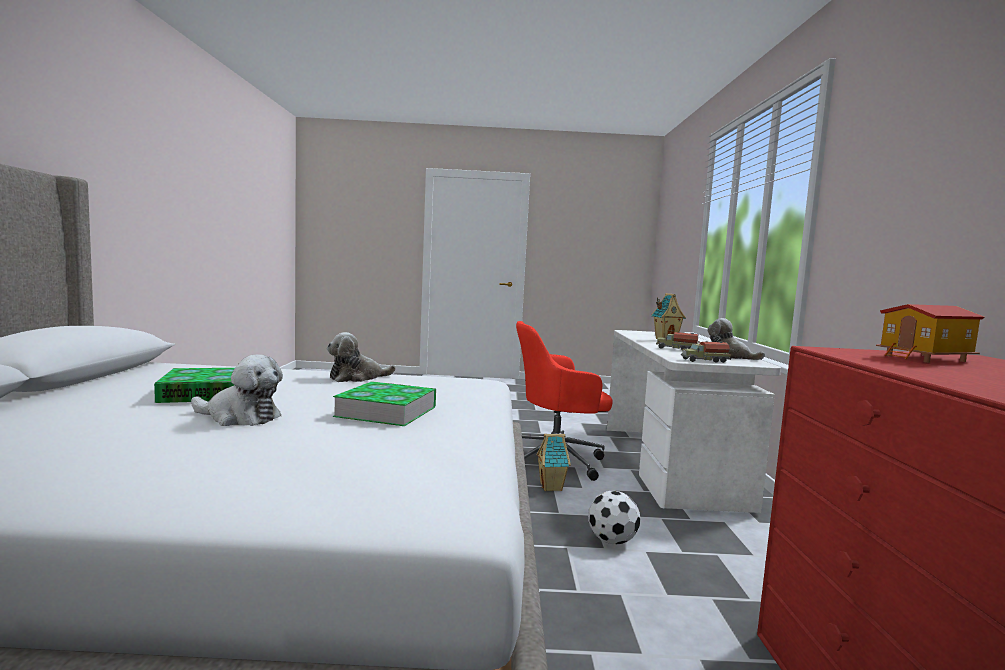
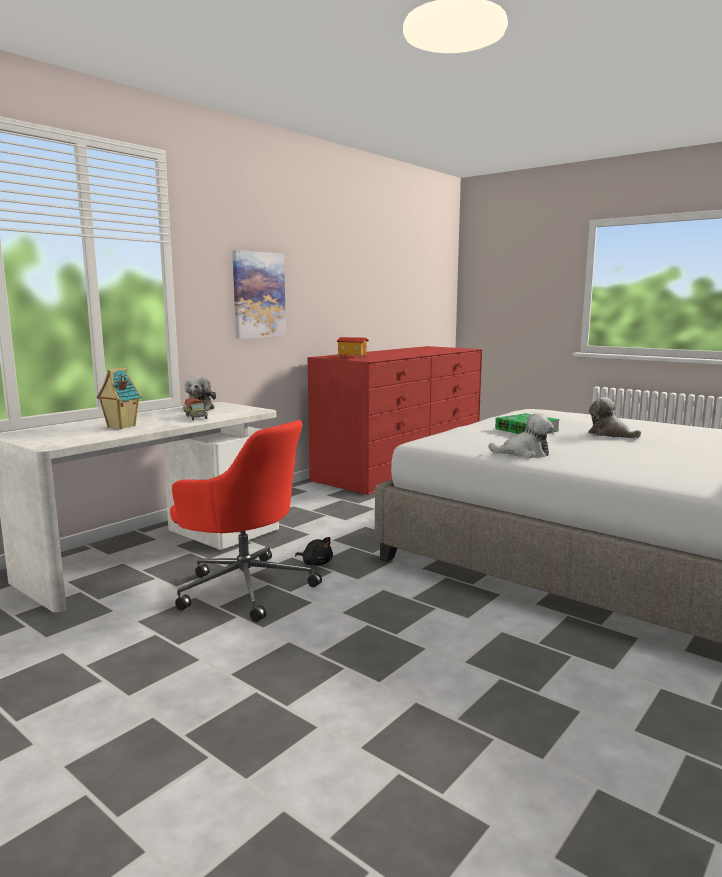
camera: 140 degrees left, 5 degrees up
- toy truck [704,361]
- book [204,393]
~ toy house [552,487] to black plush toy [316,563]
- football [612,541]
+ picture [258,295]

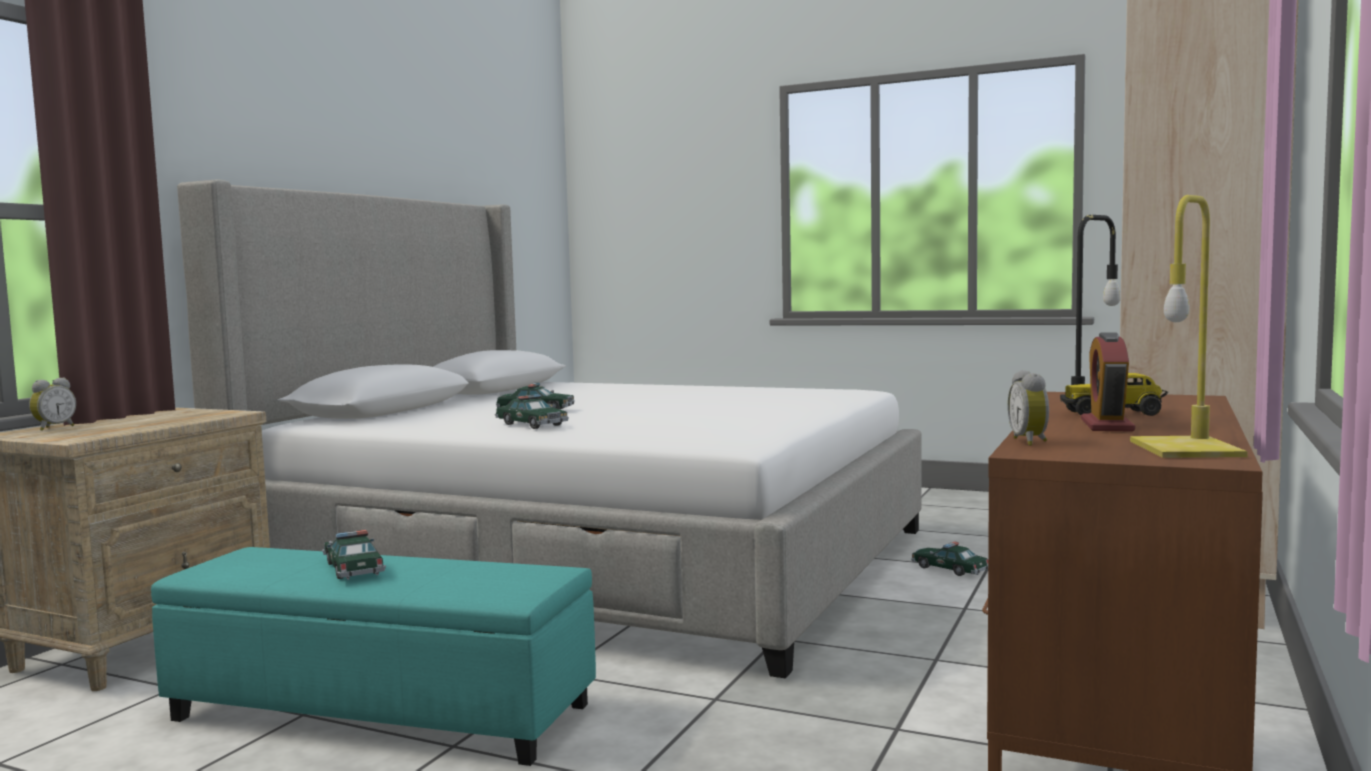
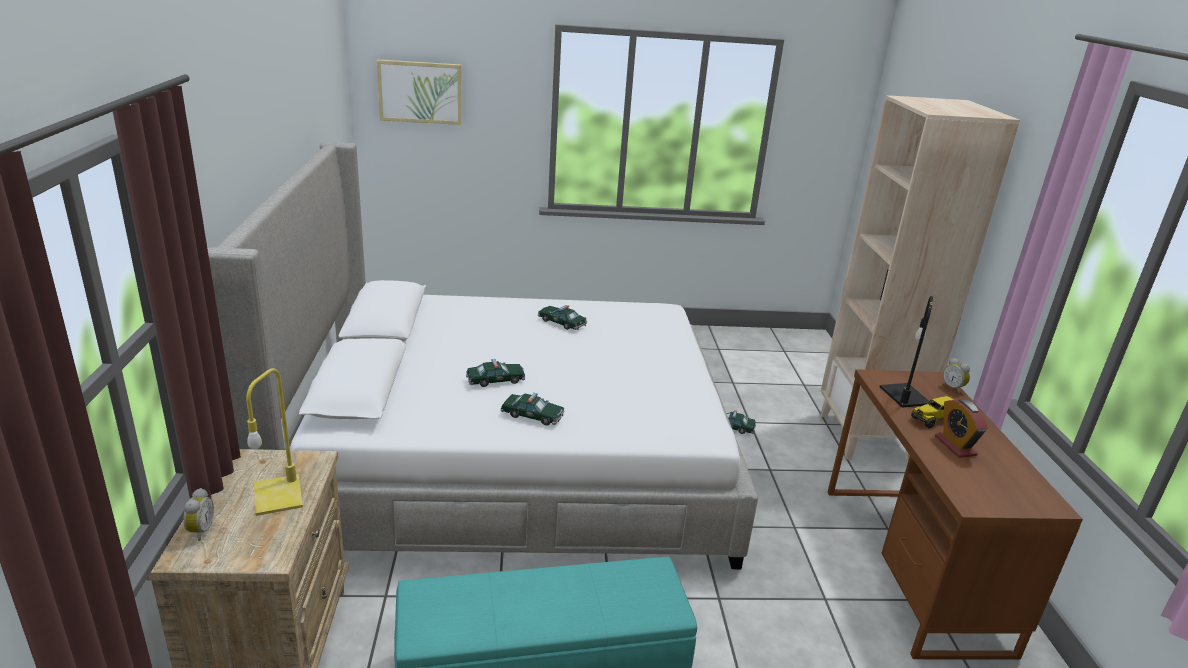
camera: 30 degrees left, 20 degrees up
~ yellow table lamp [1183,448] to [277,494]
~ alarm clock [1031,442] to [953,388]
~ toy car [353,569] to [561,323]
+ picture [420,92]

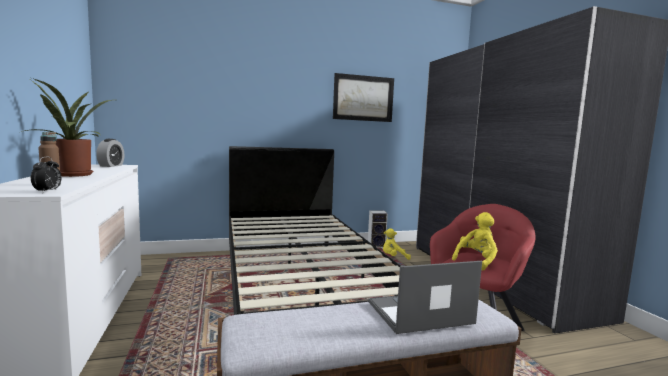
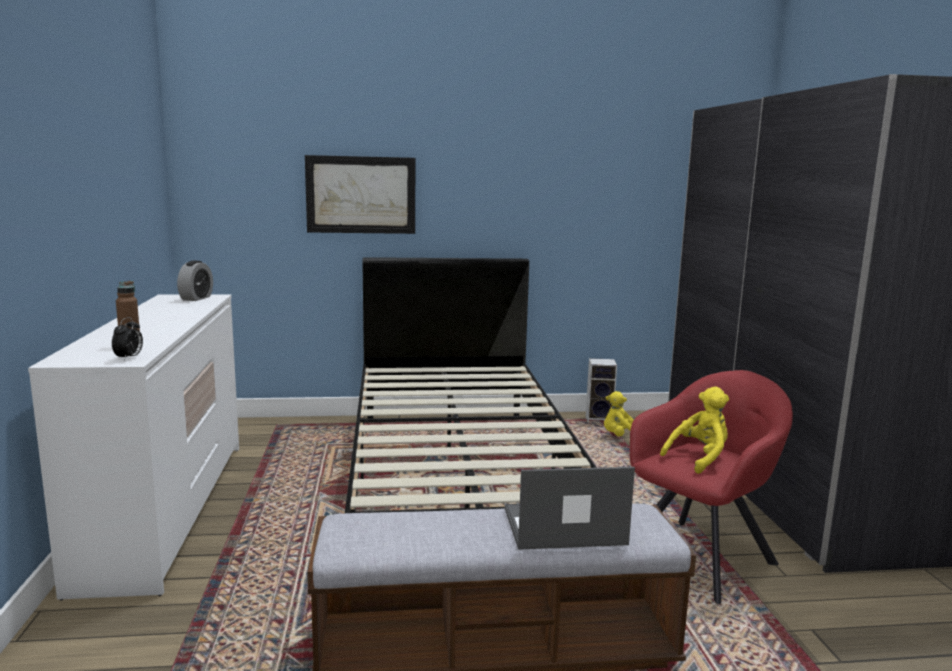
camera: 10 degrees right, 5 degrees up
~ picture [363,98] to [361,195]
- potted plant [75,175]

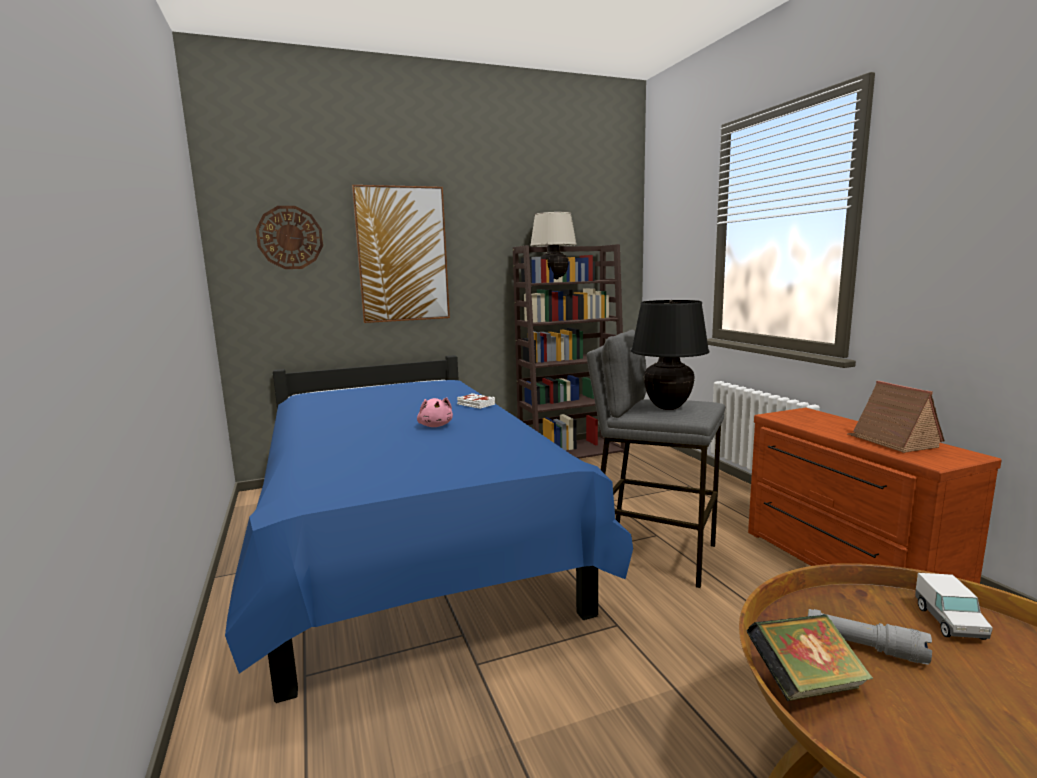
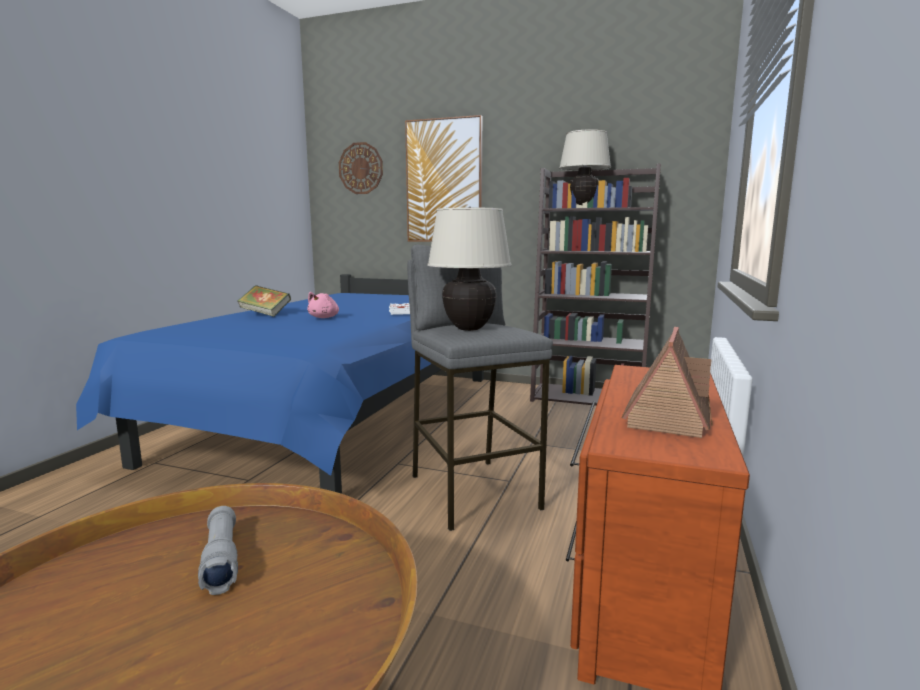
camera: 40 degrees right, 0 degrees up
~ black table lamp [667,407] to beige table lamp [469,328]
- toy truck [949,622]
~ book [805,684] to [265,314]

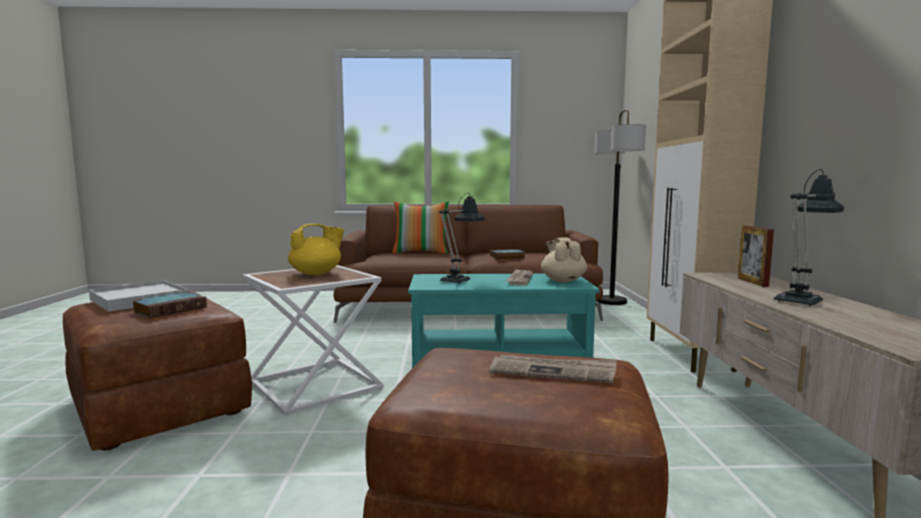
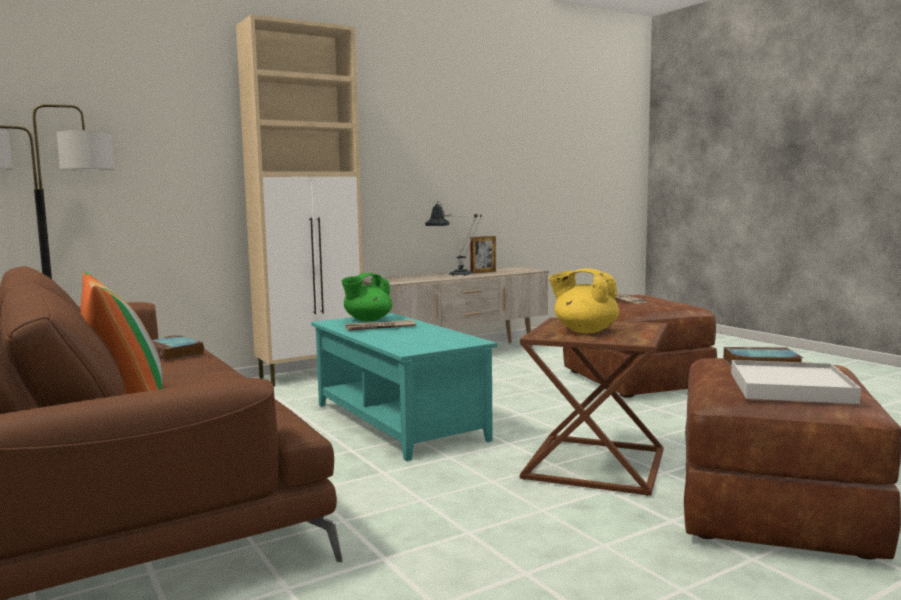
camera: 120 degrees left, 0 degrees up
- table lamp [458,280]
~ picture frame [752,282] to [483,272]
~ beige teapot [562,280] to green teapot [367,320]
~ white side table [318,385] to brown side table [593,464]

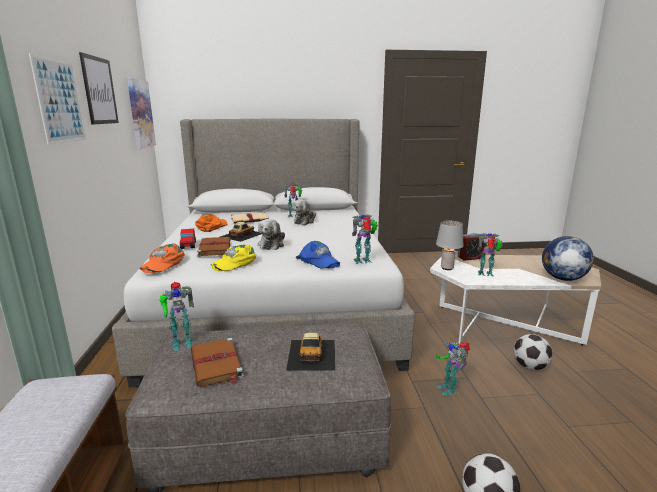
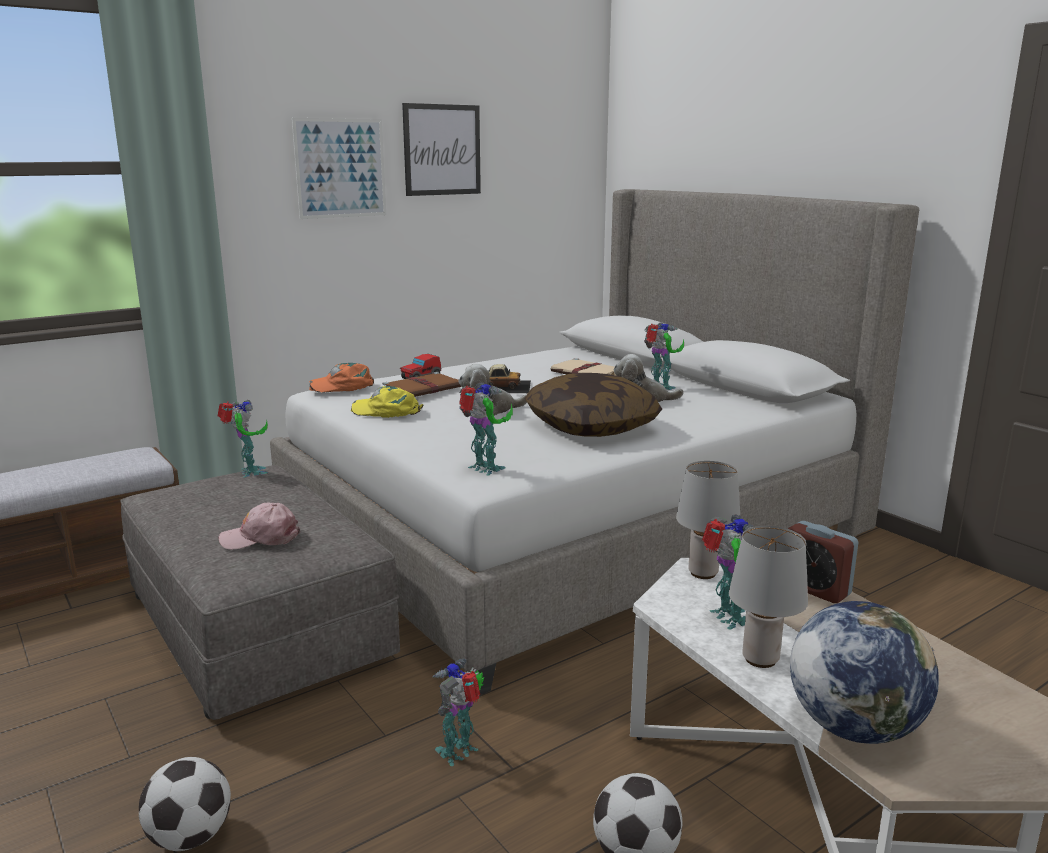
camera: 60 degrees right, 0 degrees up
- picture [140,114]
- orange cap [212,227]
- blue cap [319,261]
~ toy robot [181,342] = [249,472] 150 degrees counterclockwise
~ toy car [312,354] to pink cap [260,537]
- brown book [216,364]
+ pillow [591,426]
+ grey table lamp [761,659]

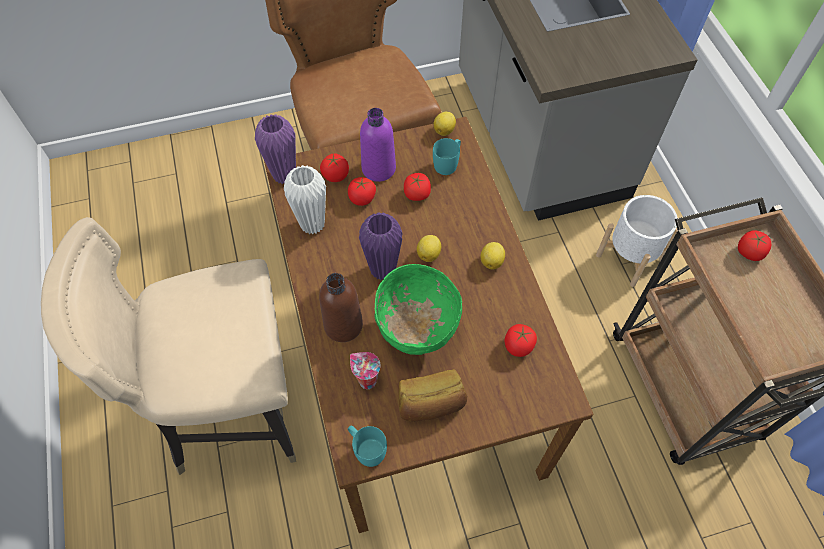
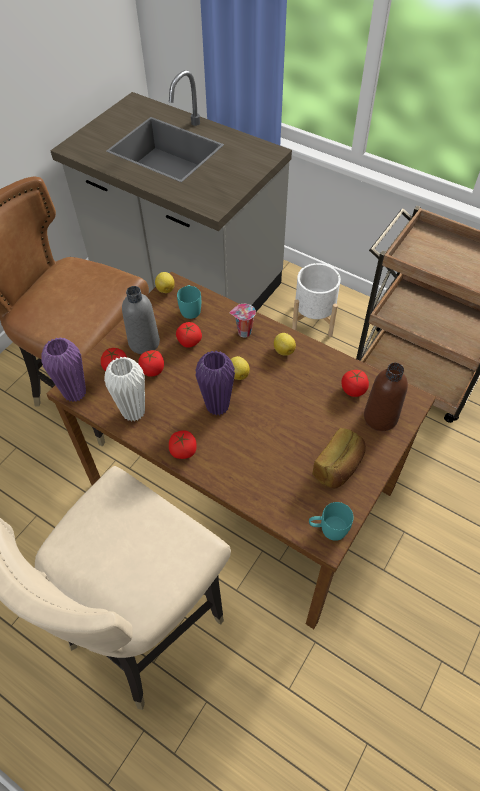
camera: 40 degrees left, 5 degrees down
~ purple bottle [378,168] to grey bottle [144,342]
~ tomato [749,252] to [183,450]
- green bowl [417,333]
~ brown bottle [343,325] to [380,417]
~ cup [366,381] to [243,333]

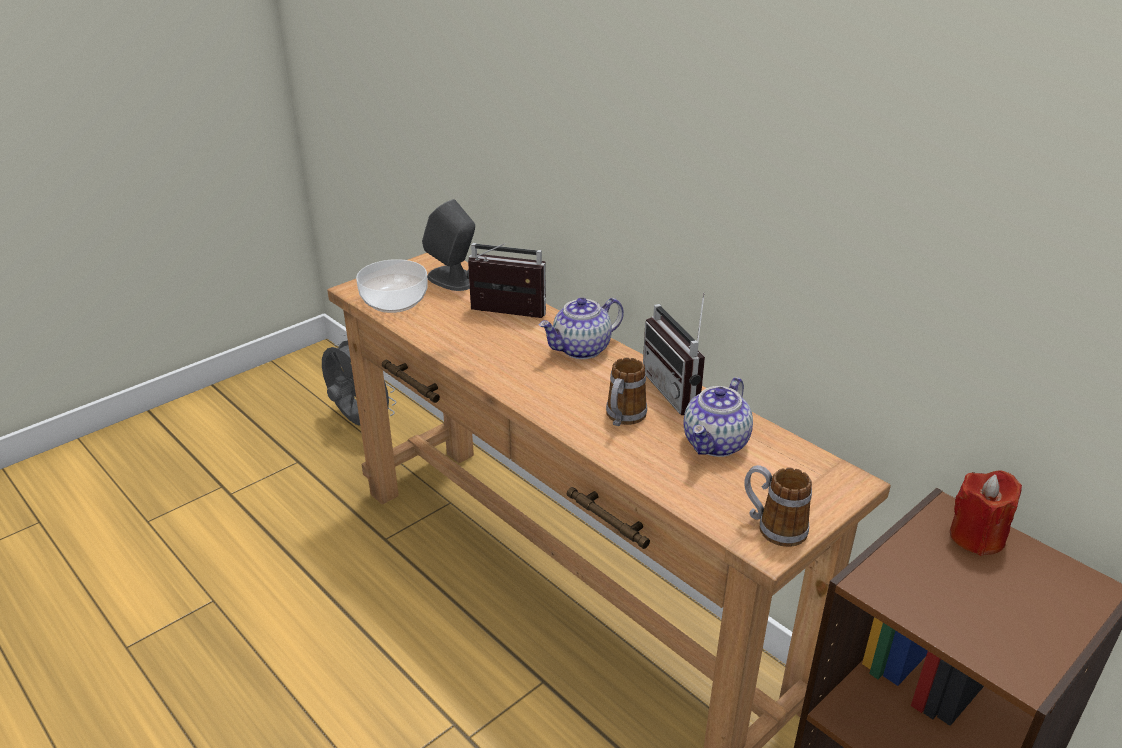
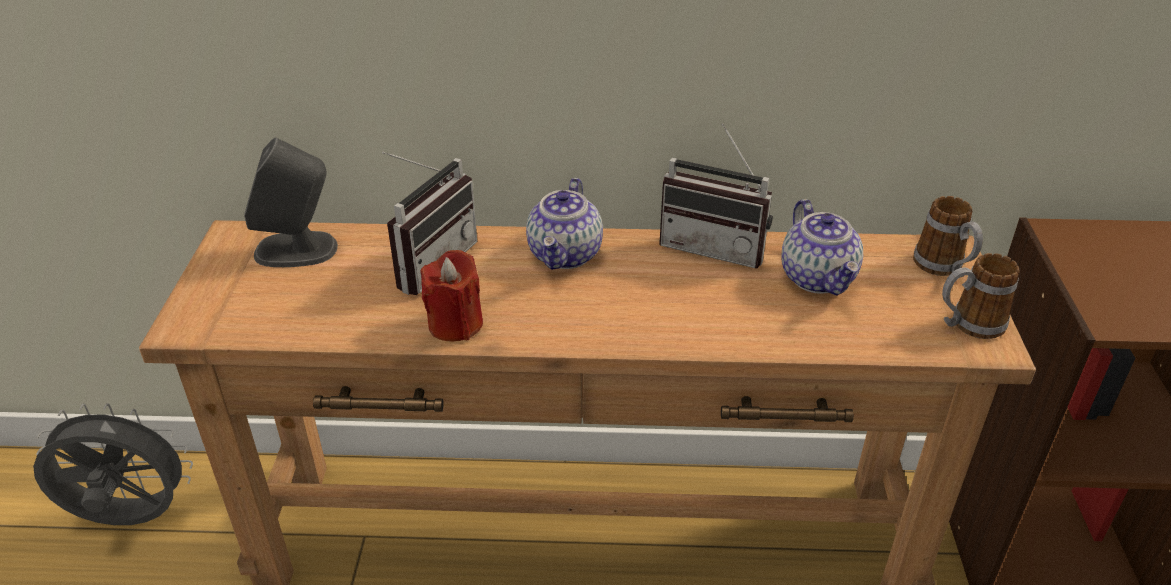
camera: 45 degrees left, 5 degrees up
~ radio [504,316] = [428,262] 150 degrees clockwise
- bowl [395,301]
~ mug [623,419] to [943,268]
~ red candle [976,537] to [455,324]

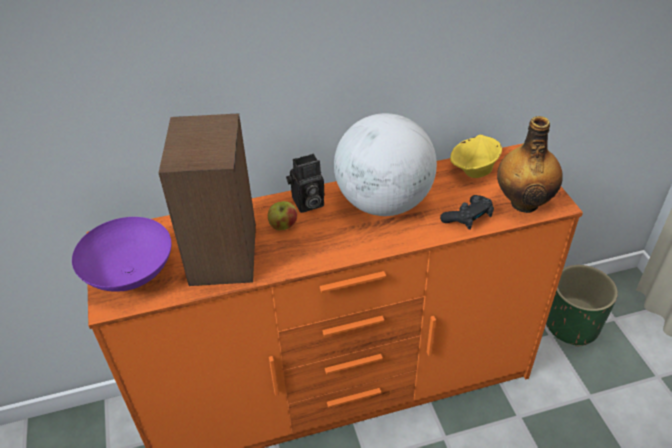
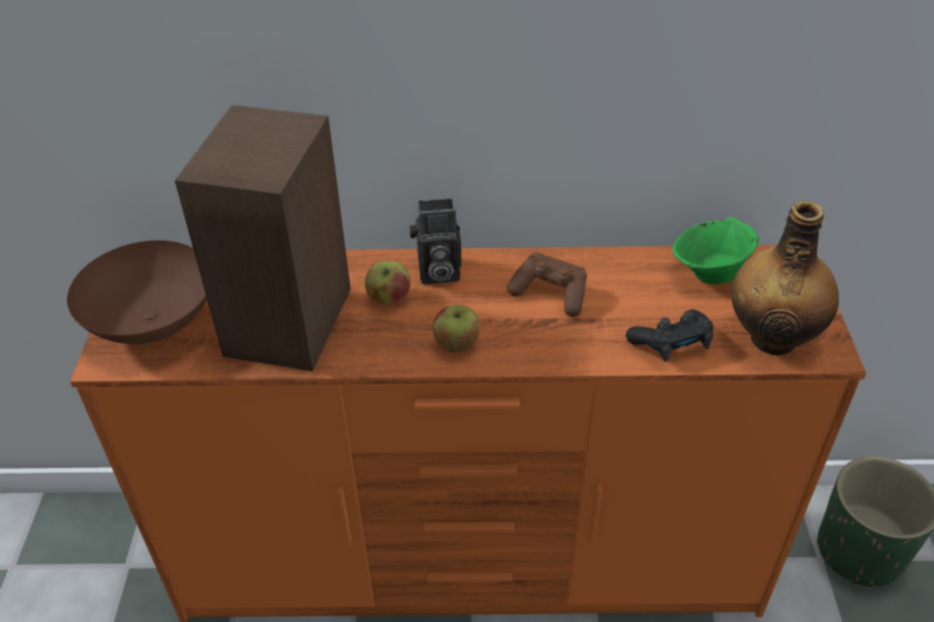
camera: 15 degrees right, 0 degrees up
~ globe [384,203] to brown game controller [550,294]
~ yellow bowl [473,171] to green bowl [709,273]
~ purple bowl [130,275] to brown bowl [152,324]
+ apple [456,344]

